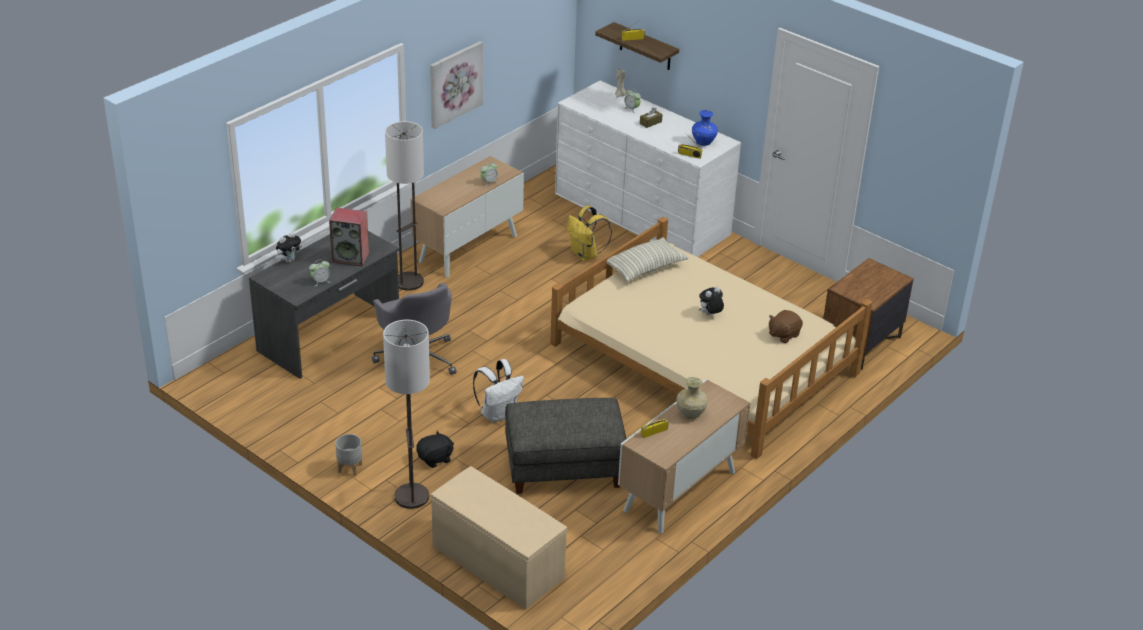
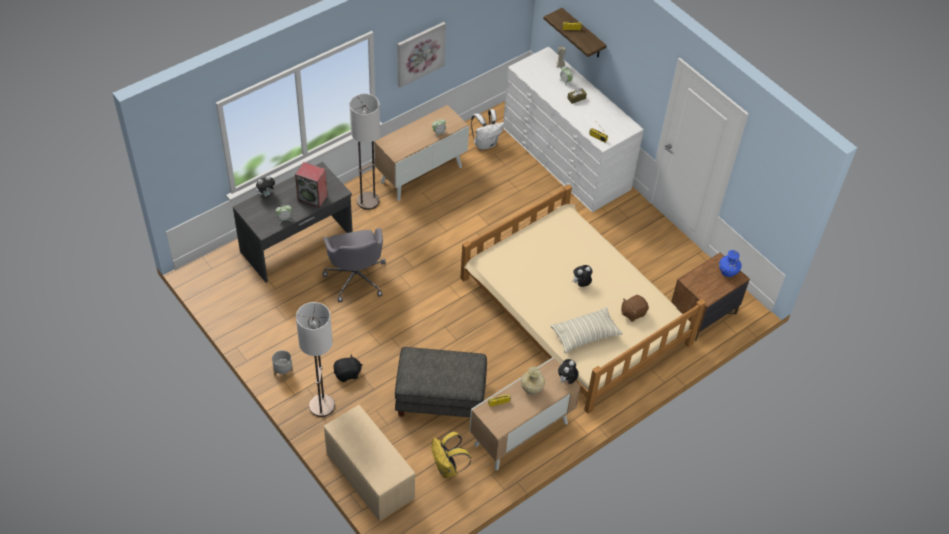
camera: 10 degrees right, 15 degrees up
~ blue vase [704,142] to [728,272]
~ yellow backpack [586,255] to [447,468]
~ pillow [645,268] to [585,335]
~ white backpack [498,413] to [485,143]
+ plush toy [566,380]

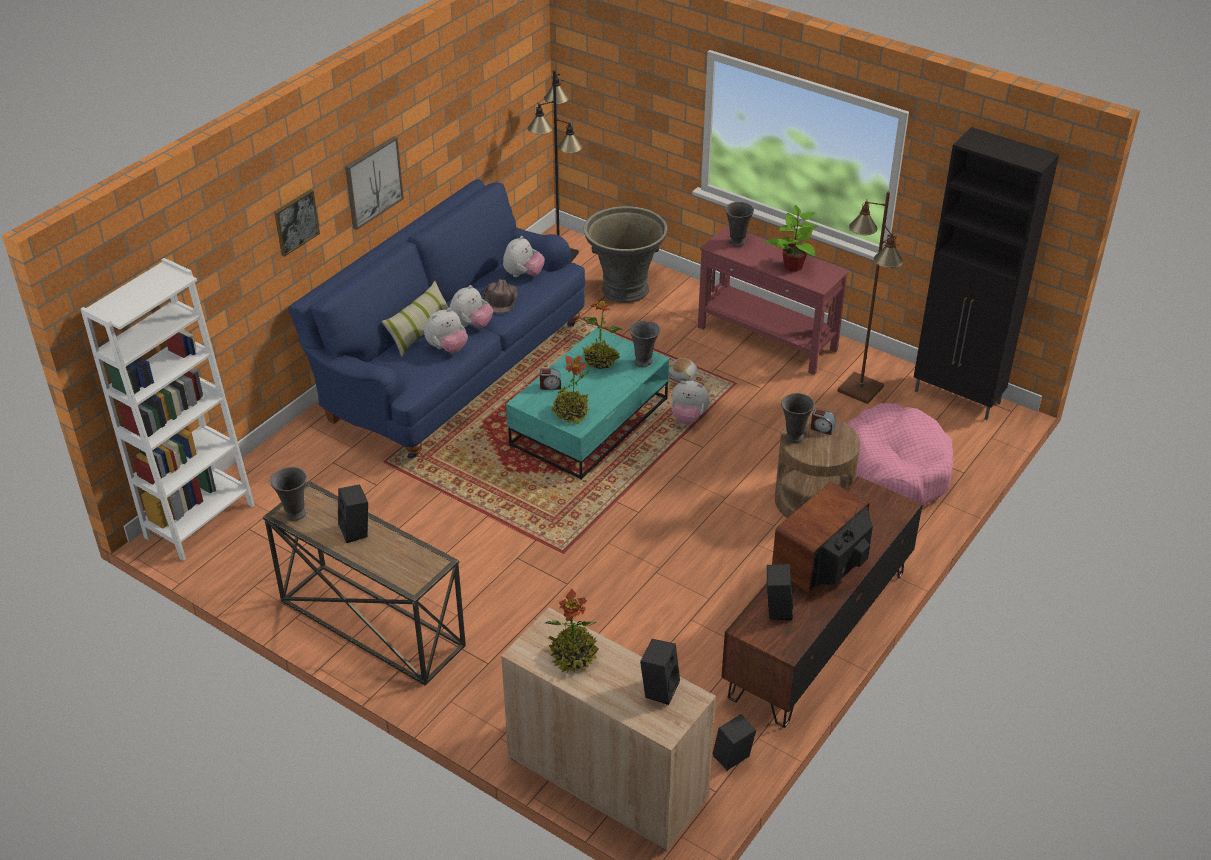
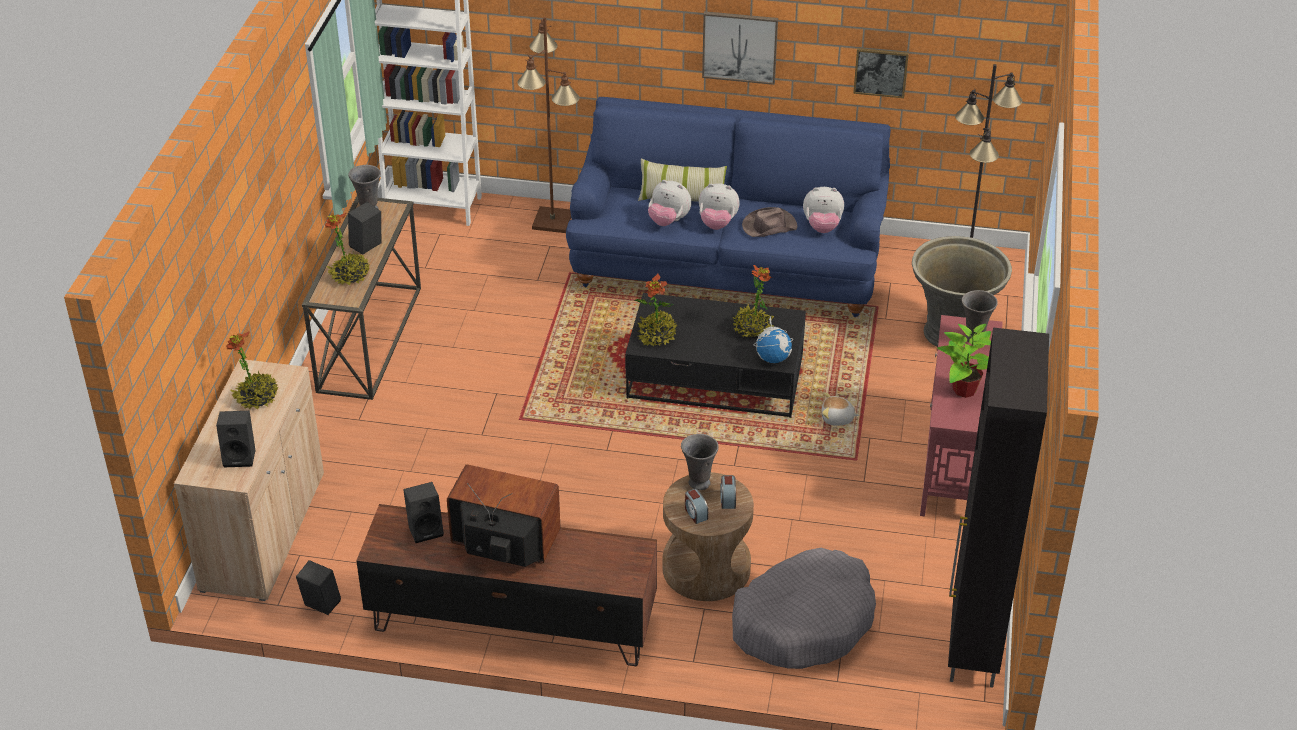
camera: 65 degrees right, 0 degrees up
~ picture [296,222] to [880,72]
~ brown floor lamp [860,388] to [553,220]
~ grey vase [644,362] to globe [773,358]
~ turquoise coffee table [589,421] to black coffee table [716,377]
~ alarm clock [550,386] to [695,513]
- plush toy [688,417]
~ pink dog bed [896,469] to grey dog bed [803,622]
+ potted plant [350,275]

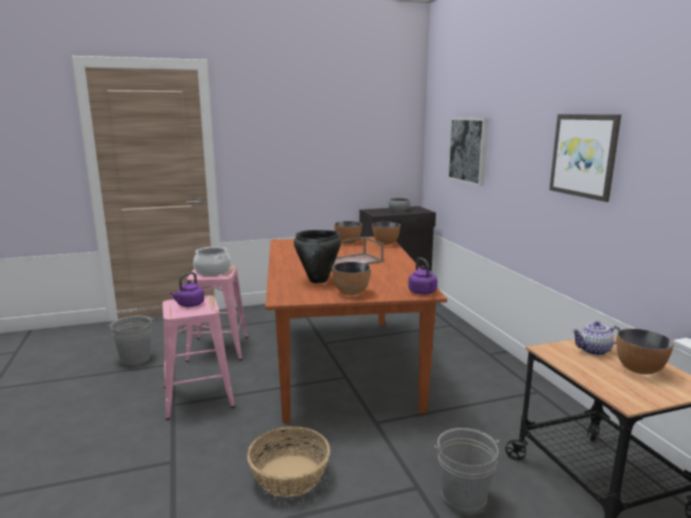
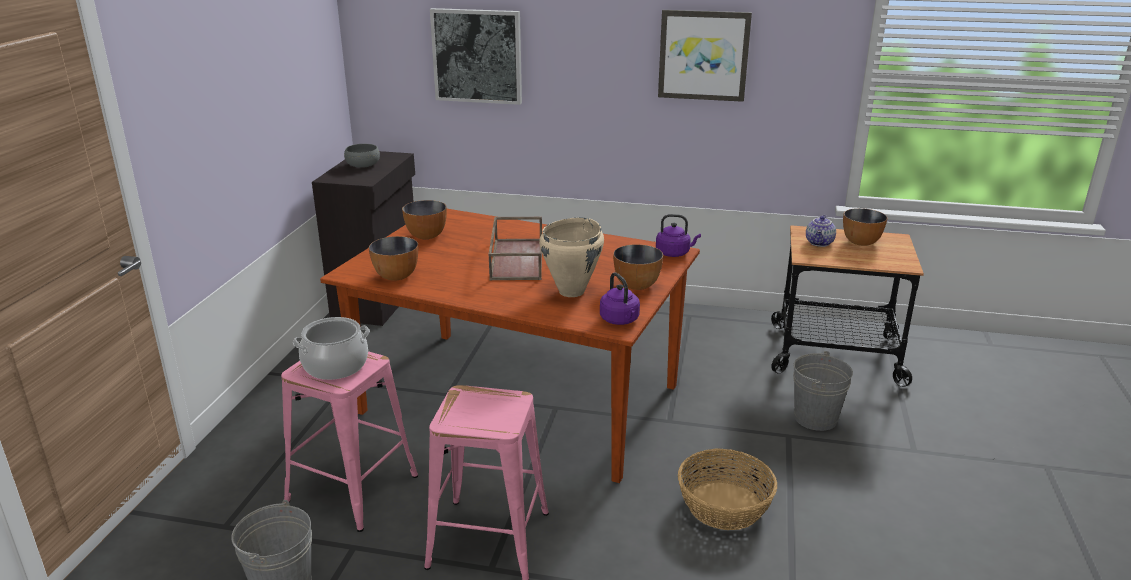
camera: 60 degrees left, 10 degrees up
~ bowl [386,243] to [396,276]
~ black cooking pot [318,280] to beige cooking pot [572,291]
~ purple kettle [189,305] to [620,320]

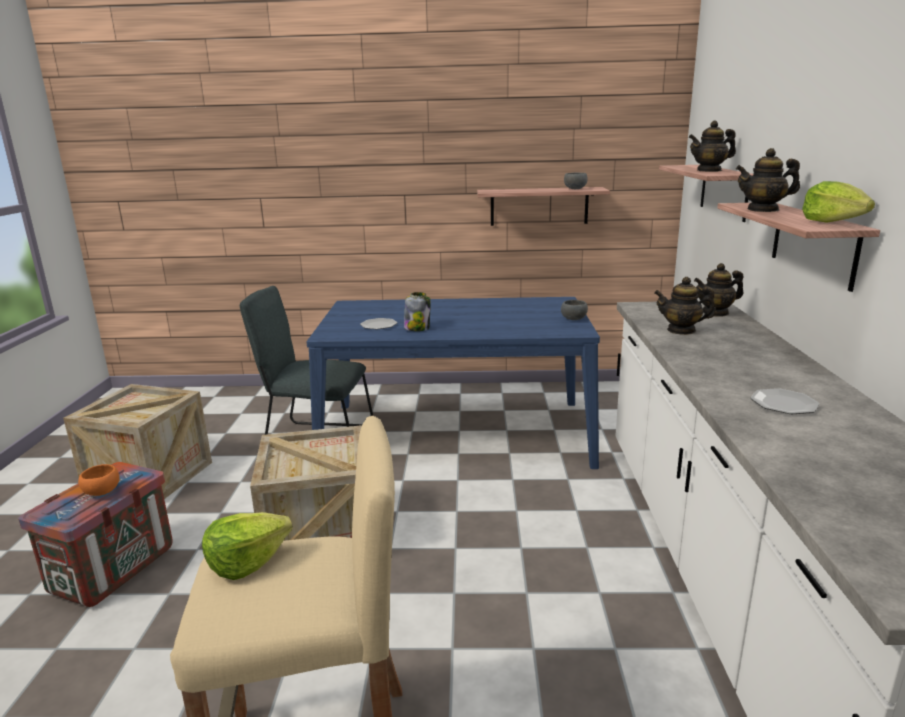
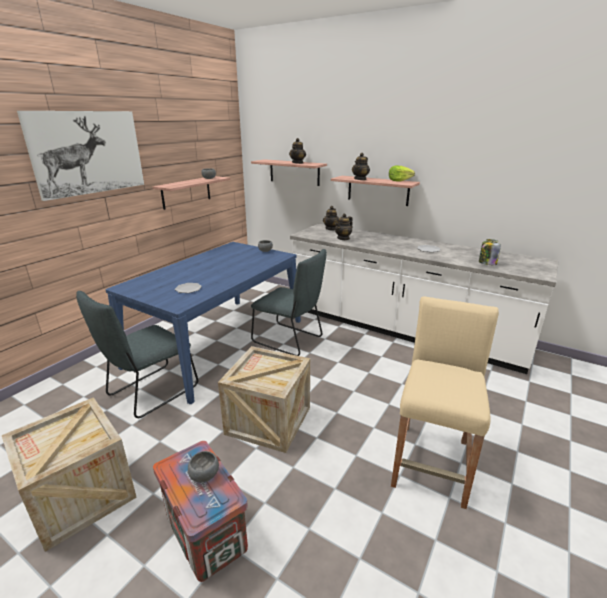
camera: 60 degrees left, 5 degrees up
~ jar [417,328] to [487,263]
~ orange bowl [102,492] to grey bowl [205,475]
- lettuce [247,561]
+ picture [88,152]
+ grey chair [290,340]

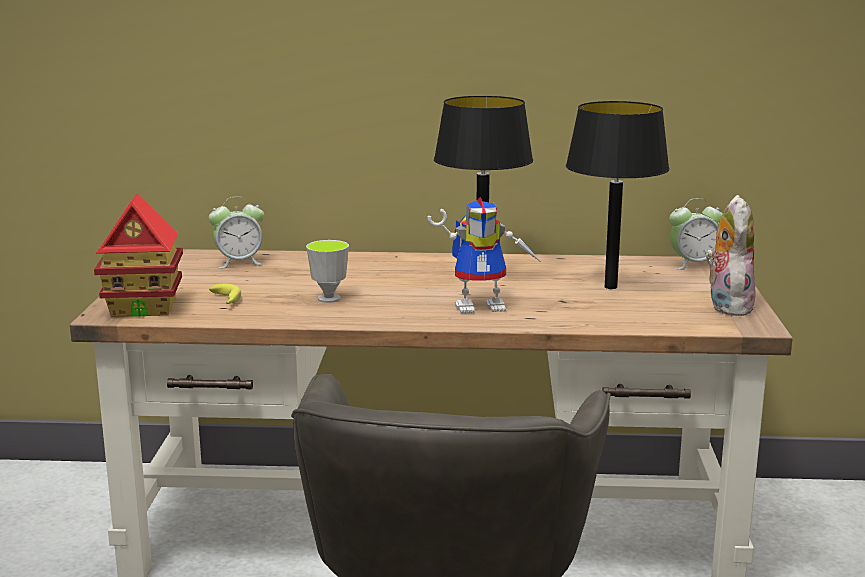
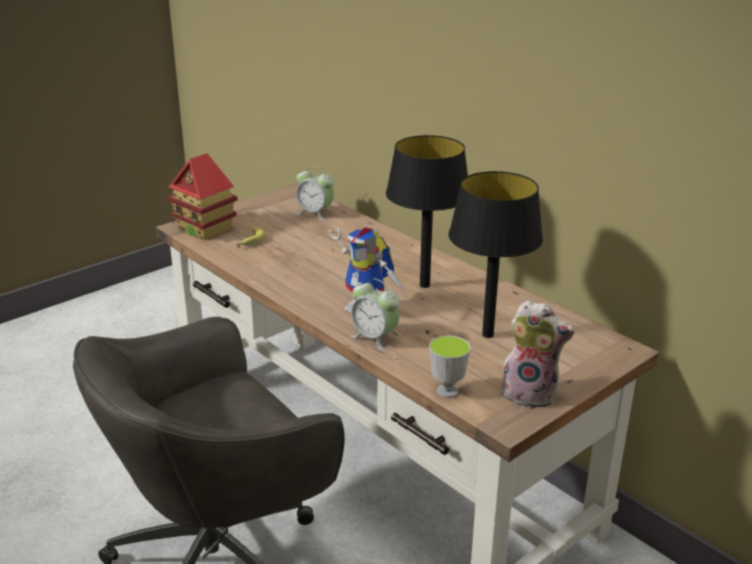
camera: 45 degrees right, 10 degrees up
~ plush toy [726,306] = [530,394] 60 degrees clockwise
~ alarm clock [693,265] to [374,338]
~ cup [329,299] to [447,391]

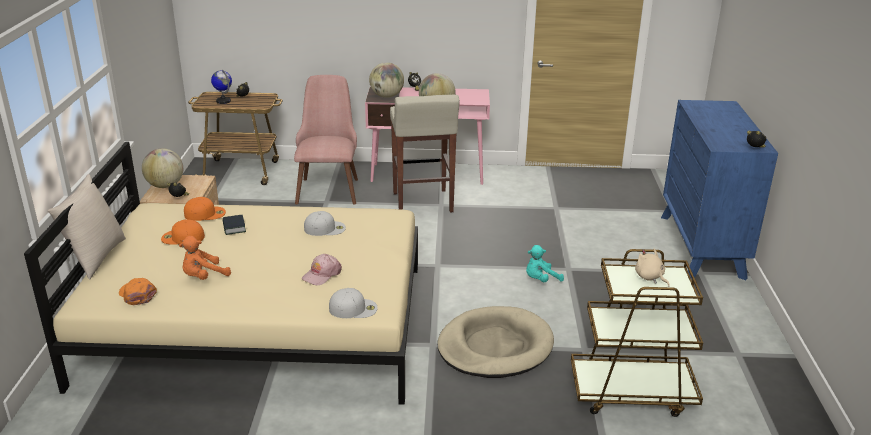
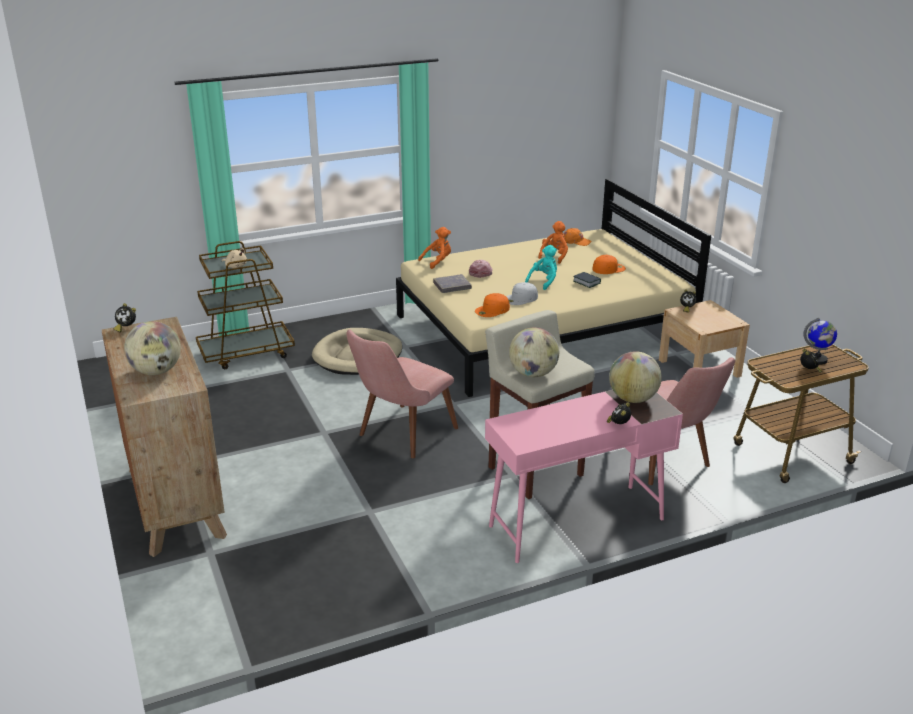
camera: 155 degrees right, 0 degrees up
~ blue dresser [701,246] to brown dresser [175,501]
~ globe [165,186] to [156,371]
- beige pillow [96,257]
~ orange cap [205,213] to [492,310]
~ turquoise plush toy [540,279] to [544,281]
~ white cap [353,308] to orange plush toy [437,261]
+ grey book [452,286]
+ pink chair [400,436]

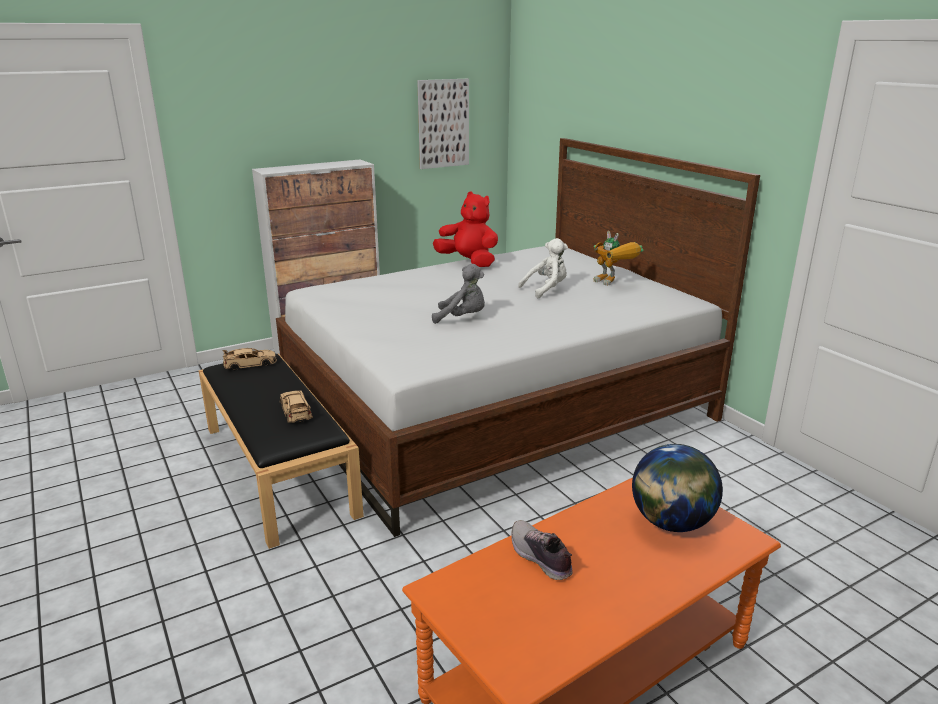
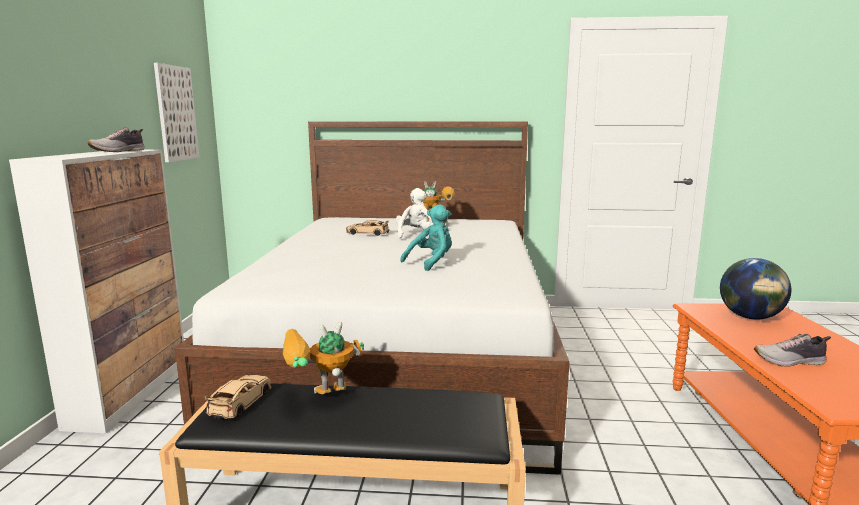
camera: 55 degrees left, 10 degrees down
- red plush toy [468,262]
~ grey plush toy [462,318] to turquoise plush toy [431,262]
~ beige toy car [296,411] to [367,233]
+ shoe [119,151]
+ toy robot [319,399]

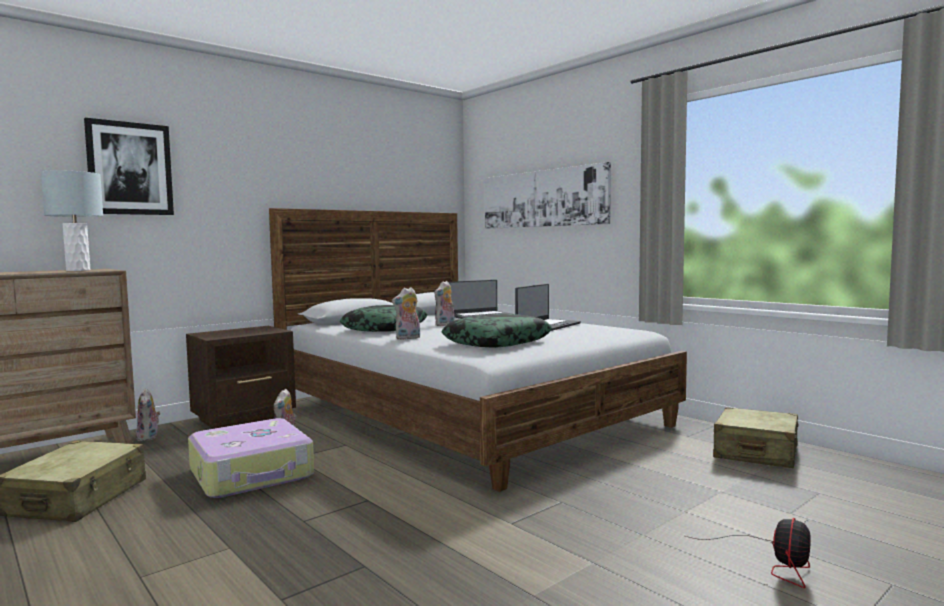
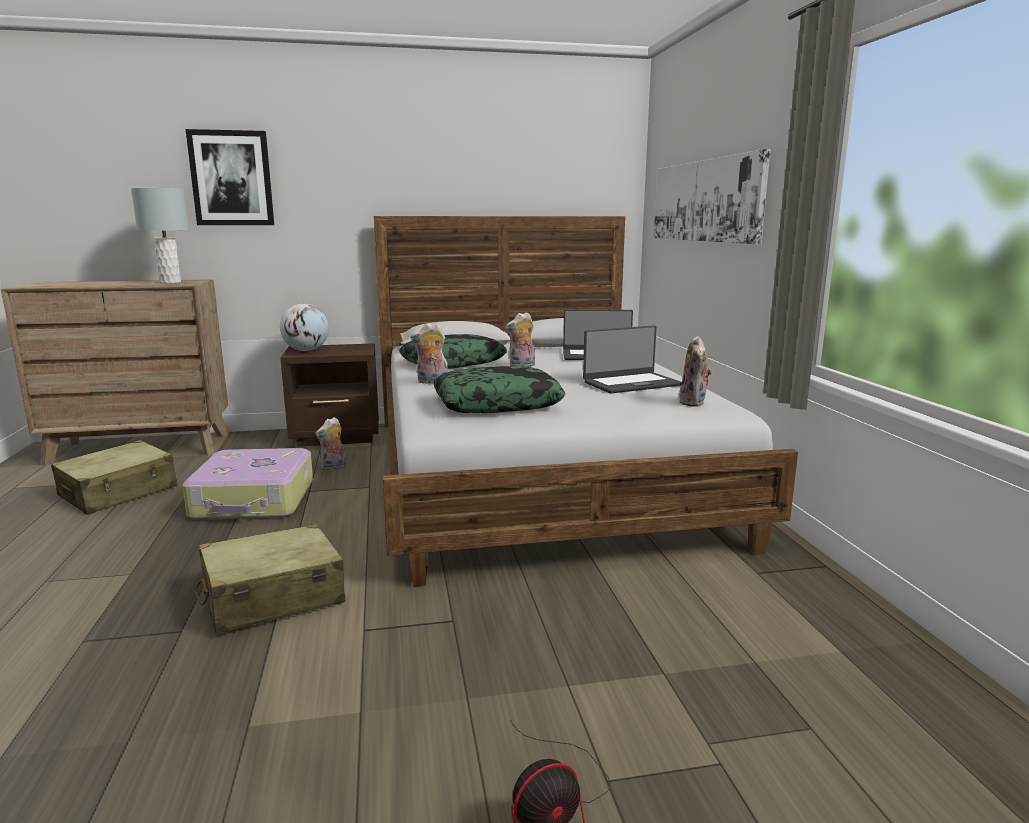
camera: 30 degrees right, 10 degrees up
~ plush toy [149,437] to [694,403]
~ beige suitcase [756,453] to [272,597]
+ globe [306,350]

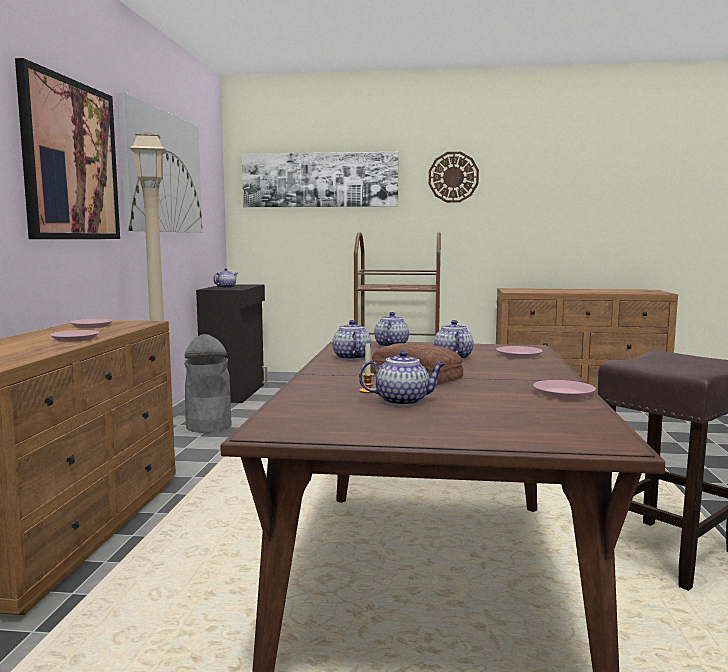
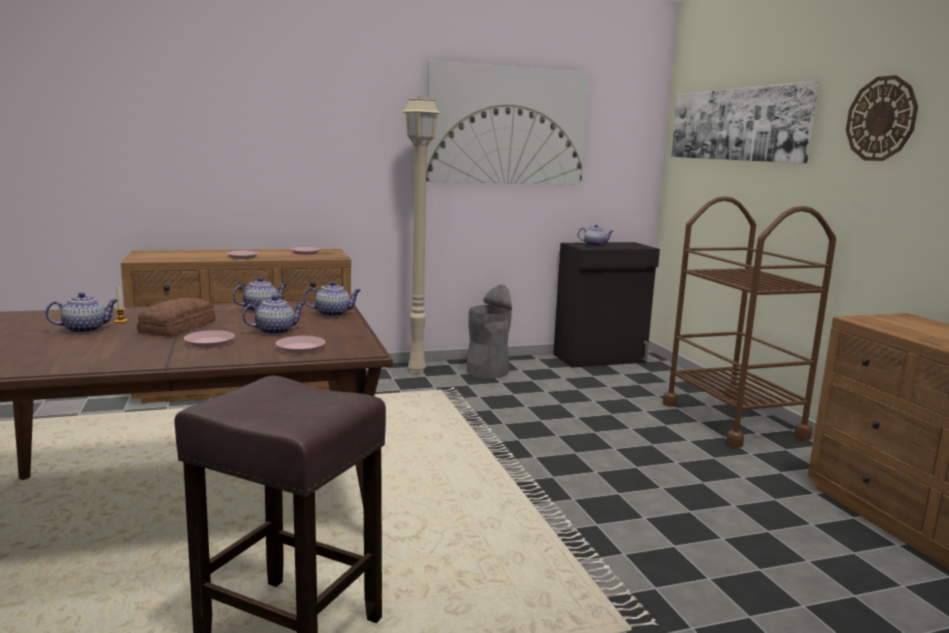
camera: 65 degrees right, 5 degrees up
- picture [71,160]
~ teapot [403,401] = [85,329] 90 degrees counterclockwise
~ pink plate [563,394] to [209,342]

